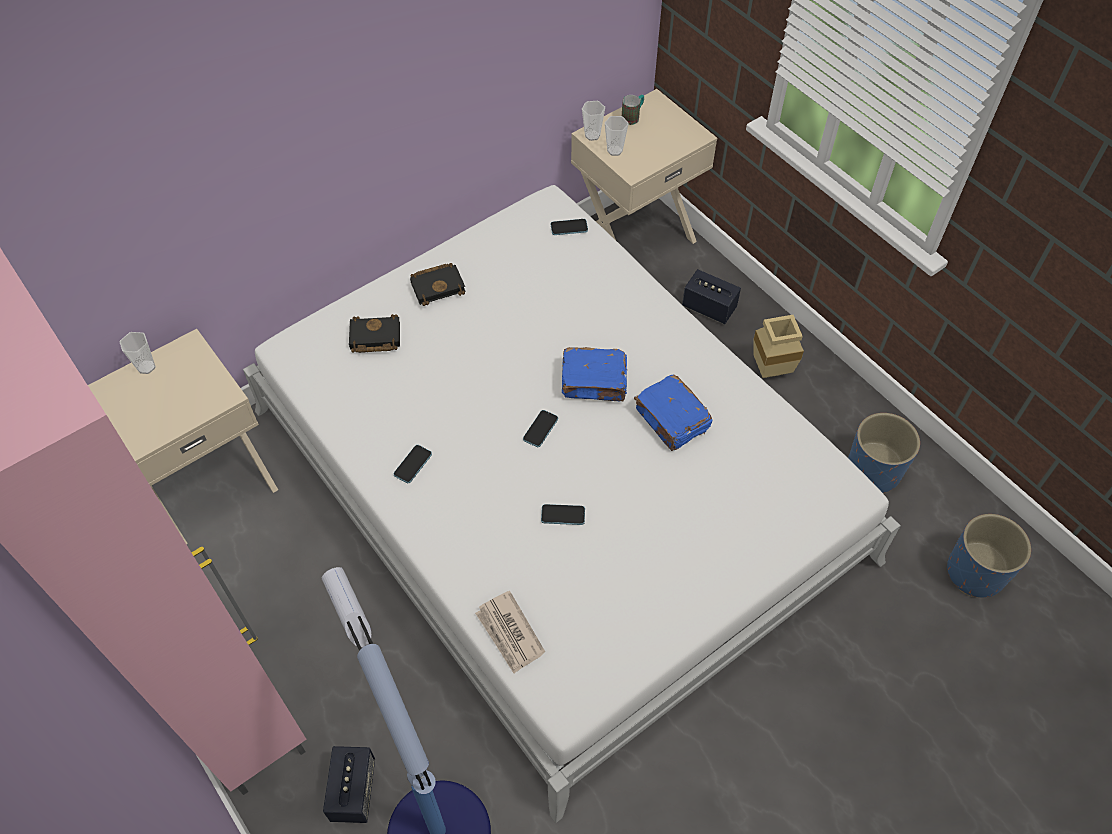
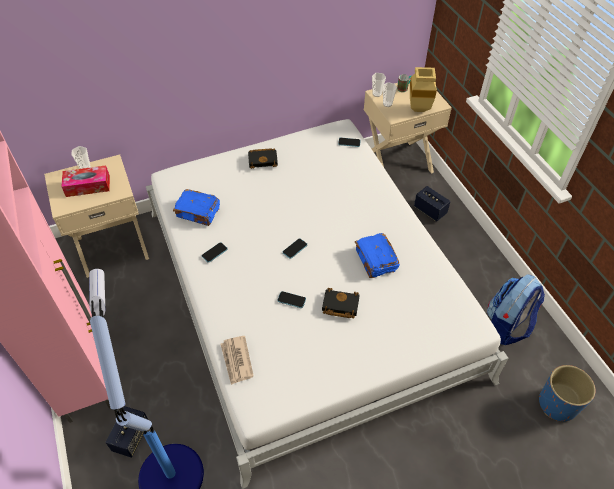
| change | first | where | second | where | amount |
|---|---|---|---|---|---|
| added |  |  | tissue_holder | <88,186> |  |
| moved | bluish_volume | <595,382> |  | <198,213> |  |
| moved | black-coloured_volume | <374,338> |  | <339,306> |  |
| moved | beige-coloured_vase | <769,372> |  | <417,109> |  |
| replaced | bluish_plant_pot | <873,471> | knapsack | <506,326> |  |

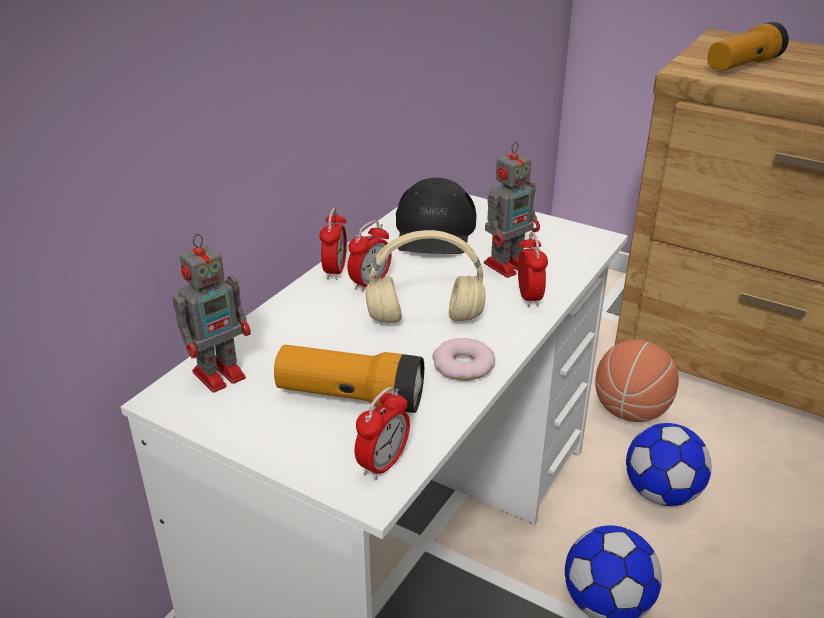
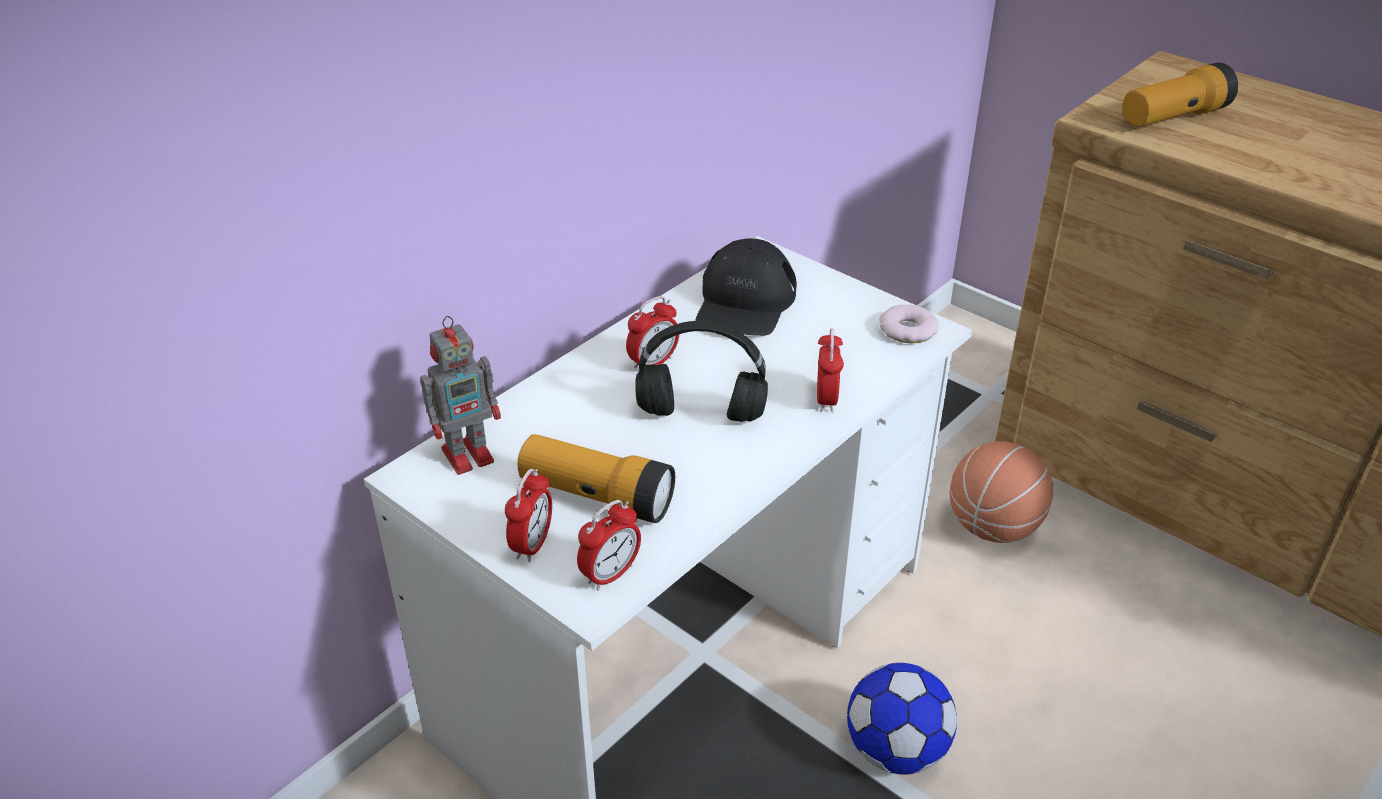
| change | first | where | second | where | amount |
|---|---|---|---|---|---|
| moved | bedside_clock | <335,271> |  | <532,544> |  |
| recoloured | beige-coloured_headphones | <423,319> | black-coloured_headphones | <699,414> |  |
| moved | ring_doughnut | <463,365> |  | <907,330> |  |
| removed | toy_robot | <508,265> |  |  |  |
| removed | ball_for_football | <661,493> |  |  |  |

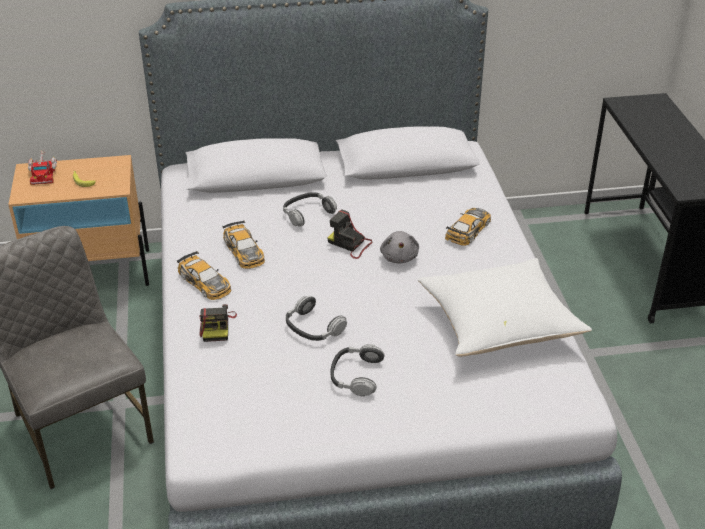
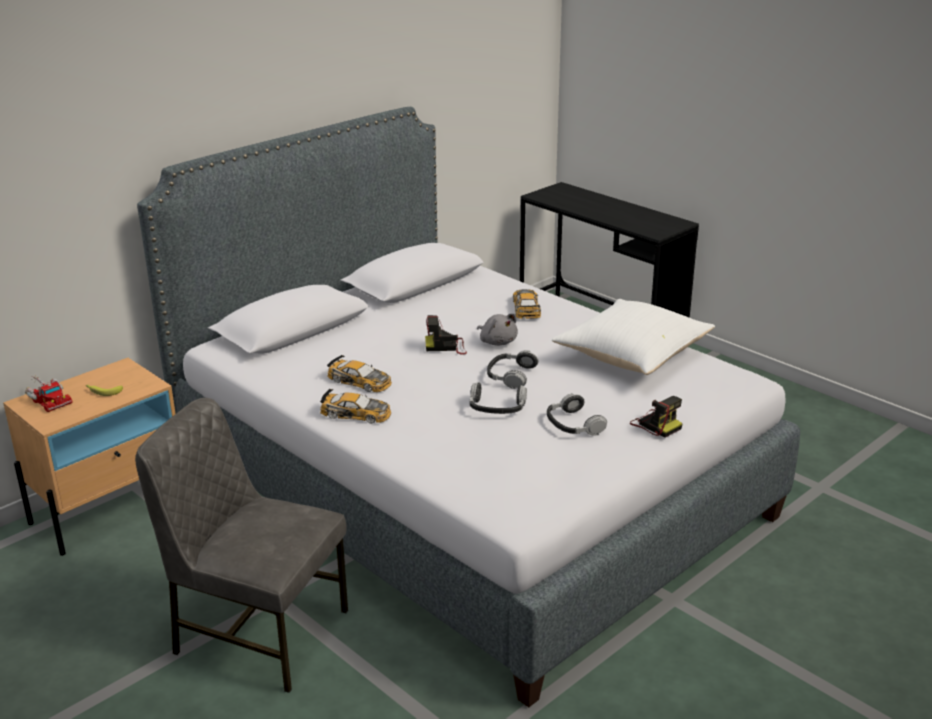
| change | first | where | second | where | amount |
|---|---|---|---|---|---|
| moved | headphones | <307,213> |  | <510,375> |  |
| moved | still_camera | <217,326> |  | <655,424> |  |

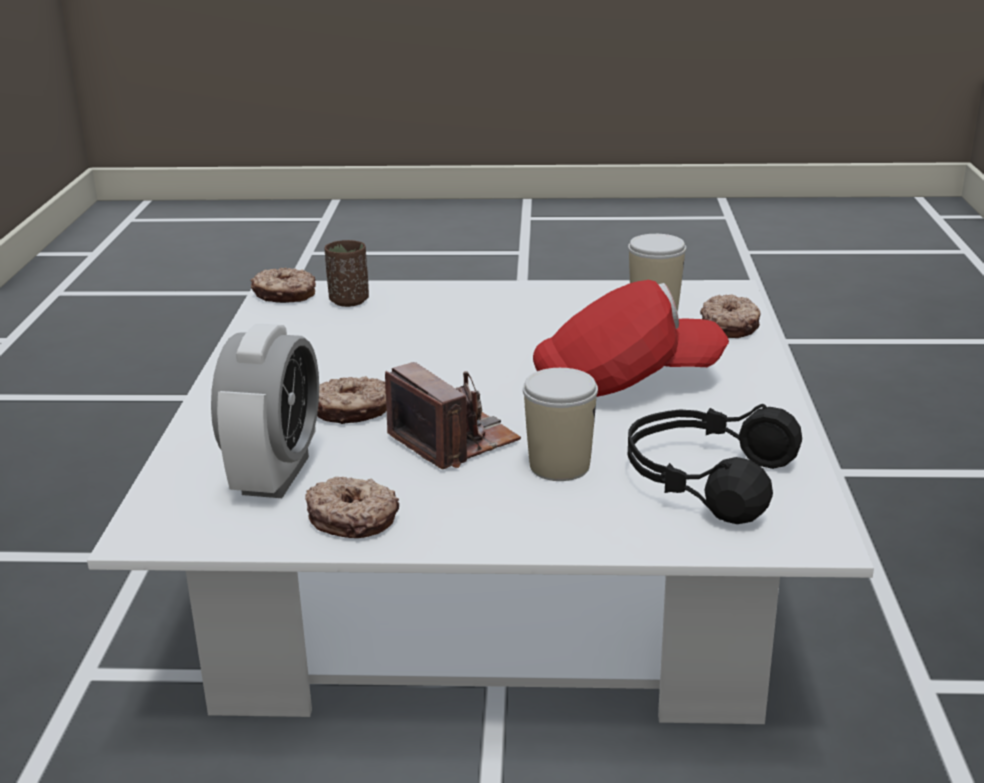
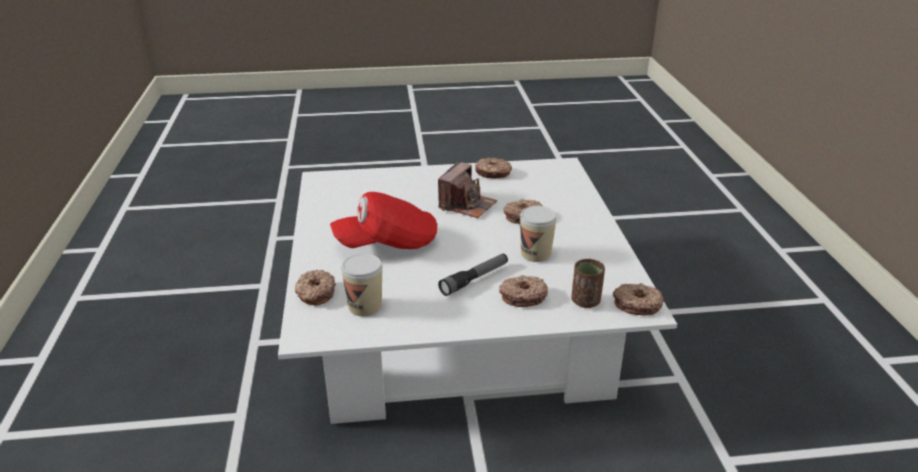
| change | first | where | second | where | amount |
|---|---|---|---|---|---|
| turned | still_camera | <454,441> |  | <467,205> | 105 degrees counterclockwise |
| added |  |  | flashlight | <475,279> |  |
| added |  |  | ring_doughnut | <523,296> |  |
| moved | small_cup | <559,466> |  | <535,254> |  |
| removed | bedside_clock | <275,475> |  |  |  |
| removed | black-coloured_headphones | <705,480> |  |  |  |

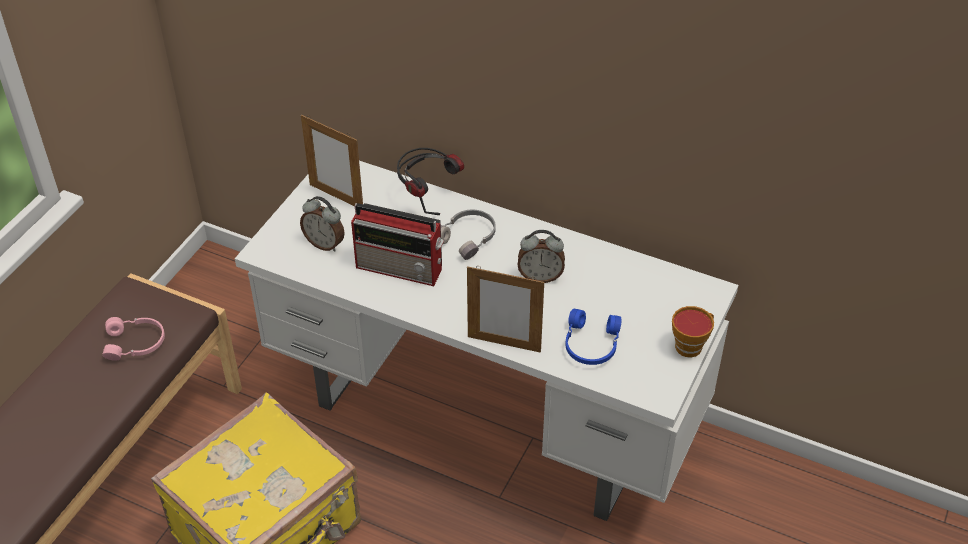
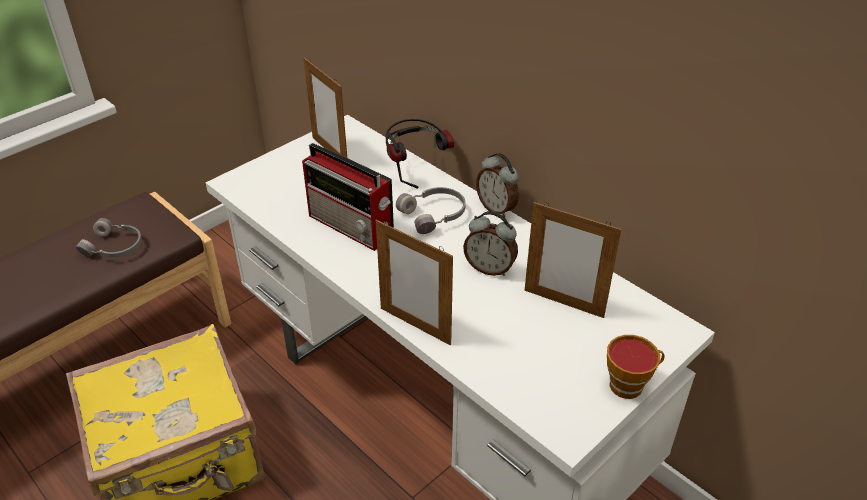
| change | first | where | second | where | amount |
|---|---|---|---|---|---|
| recoloured | pink-coloured_headphones | <135,344> | gray_headphones | <114,247> |  |
| moved | bedside_clock | <325,243> |  | <497,208> |  |
| added |  |  | picture_frame | <563,303> |  |
| removed | bluish_headphones | <590,344> |  |  |  |

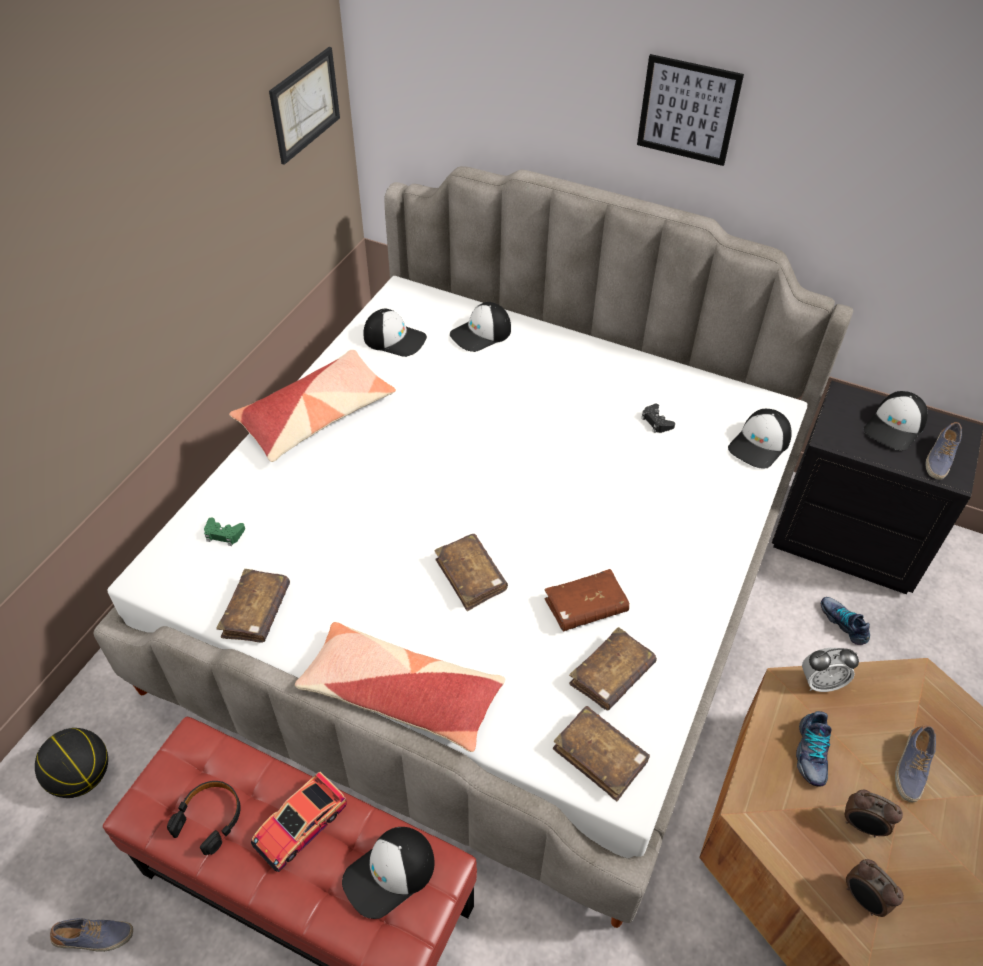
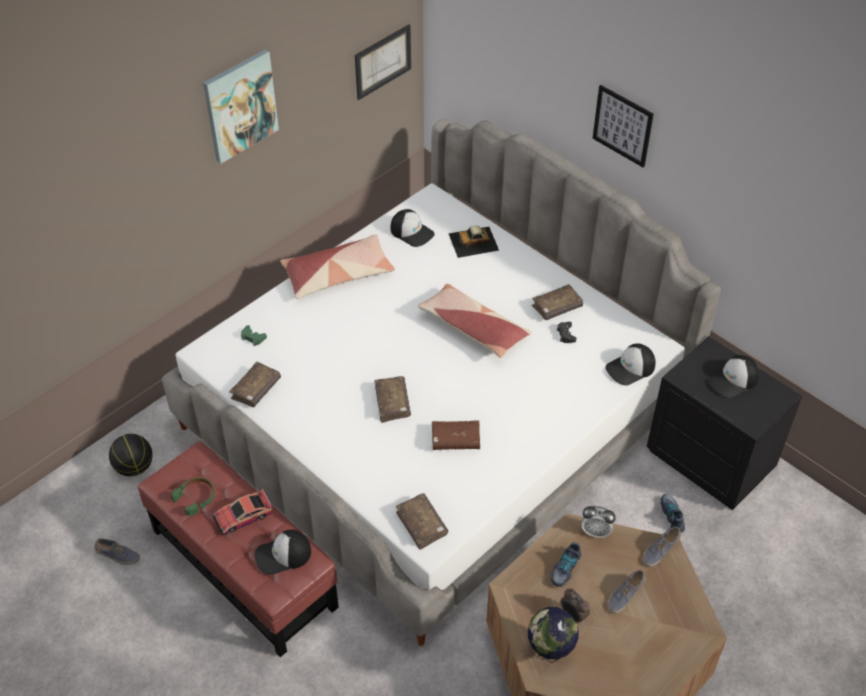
| change | first | where | second | where | amount |
|---|---|---|---|---|---|
| recoloured | black-coloured_headphones | <210,818> | green_headphones | <195,498> |  |
| added |  |  | wall_art | <240,105> |  |
| moved | pillow | <401,694> |  | <473,328> |  |
| replaced | cap | <481,334> | model_car | <474,242> |  |
| replaced | bedside_clock | <863,899> | desk_globe | <550,651> |  |
| moved | brown_volume | <611,675> |  | <557,307> |  |
| moved | item_of_footwear | <939,458> |  | <660,550> |  |

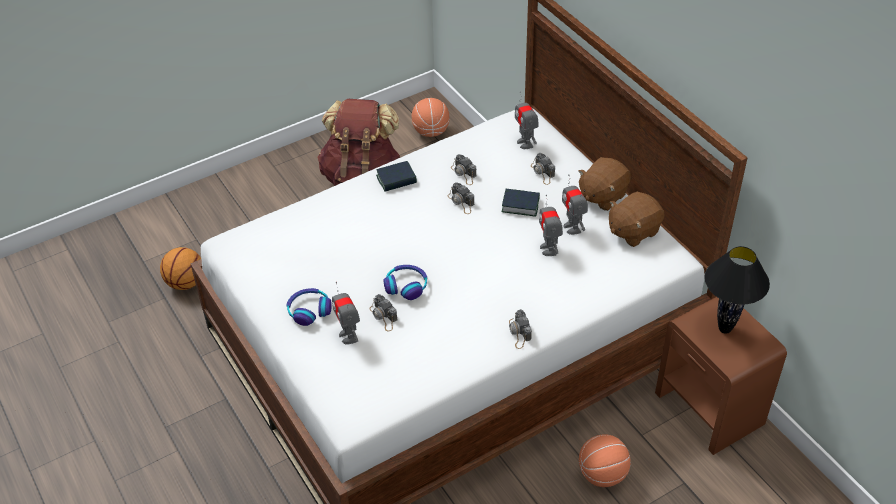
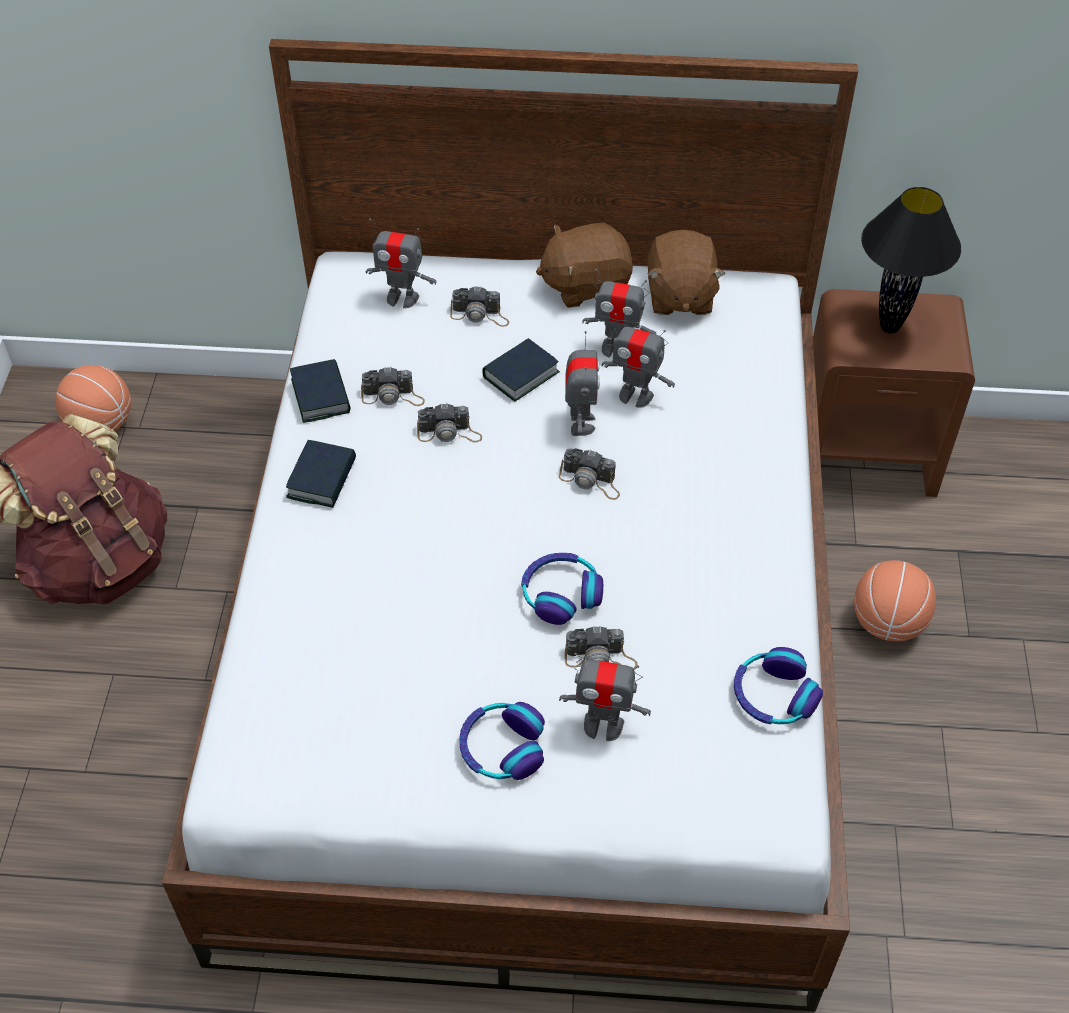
| change | first | where | second | where | amount |
|---|---|---|---|---|---|
| added |  |  | volume | <321,396> |  |
| turned | brown_cuddly_toy | <602,196> |  | <585,285> | 90 degrees clockwise |
| moved | still_camera | <519,333> |  | <590,481> |  |
| added |  |  | toy_robot | <580,423> |  |
| added |  |  | headphones | <773,696> |  |
| removed | basketball_ball | <185,282> |  |  |  |

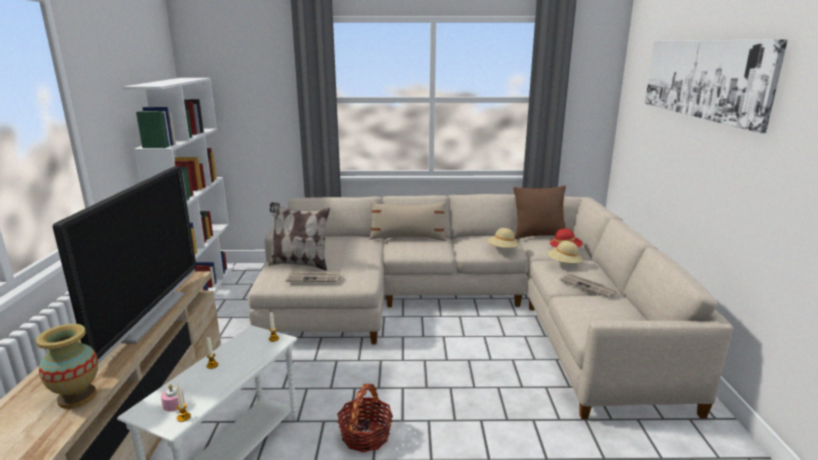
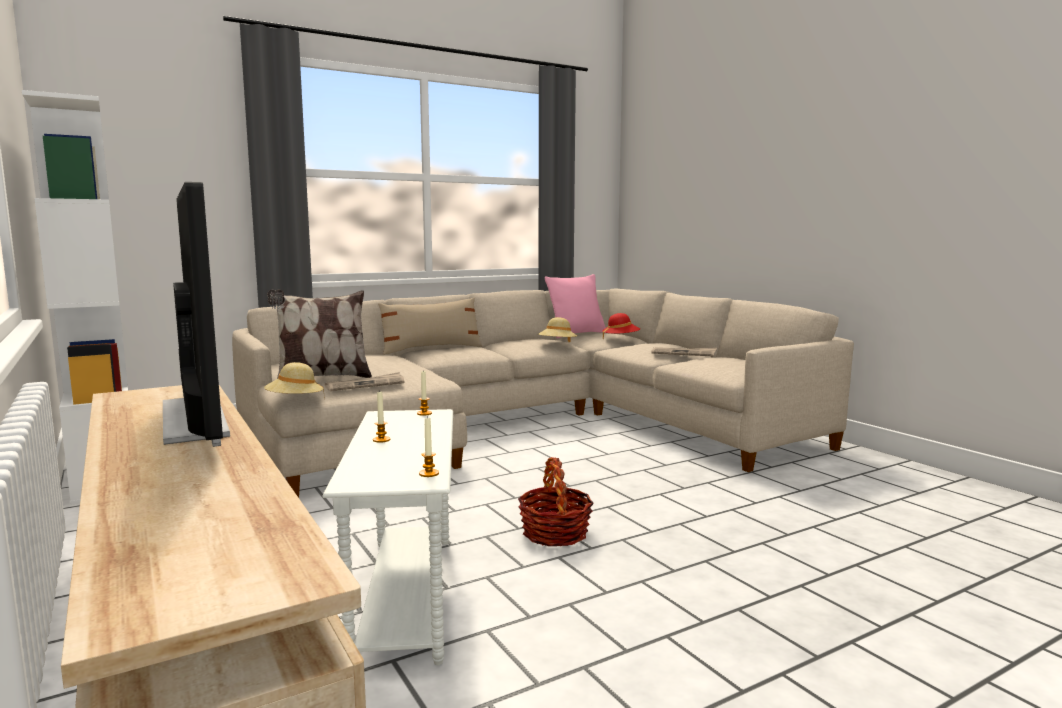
| change | first | where | second | where | amount |
|---|---|---|---|---|---|
| moved | beige-coloured_hat | <563,264> |  | <295,402> |  |
| recoloured | brown_pillow | <538,235> | pink-coloured_pillow | <577,334> |  |
| removed | vase | <77,397> |  |  |  |
| removed | pink-coloured_wax_candle | <173,404> |  |  |  |
| removed | wall_art | <703,78> |  |  |  |

